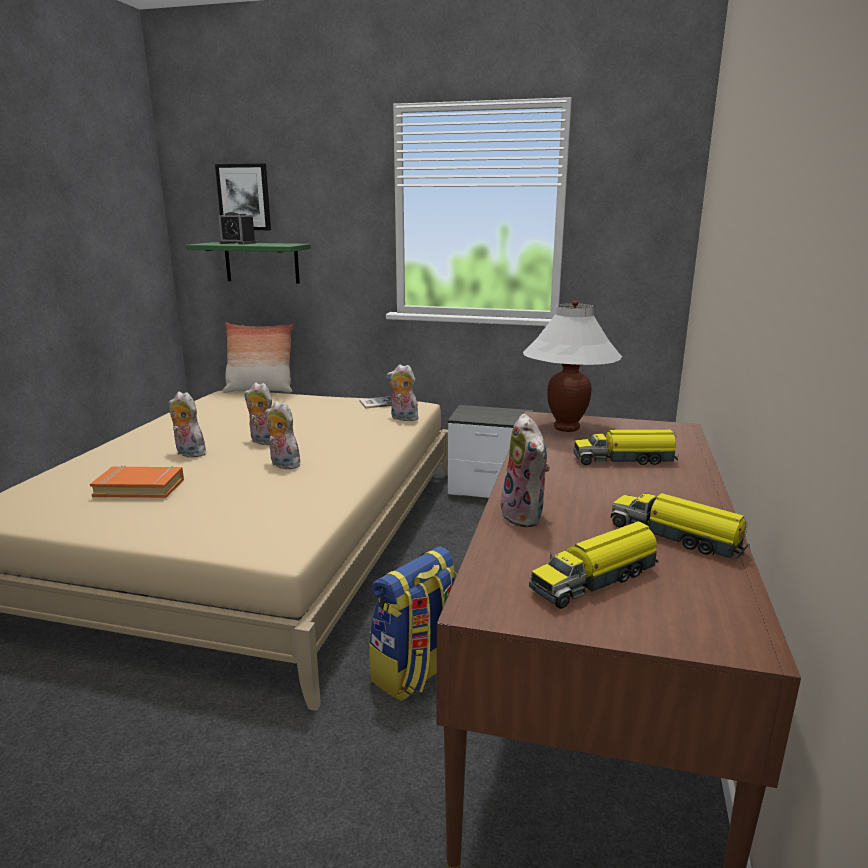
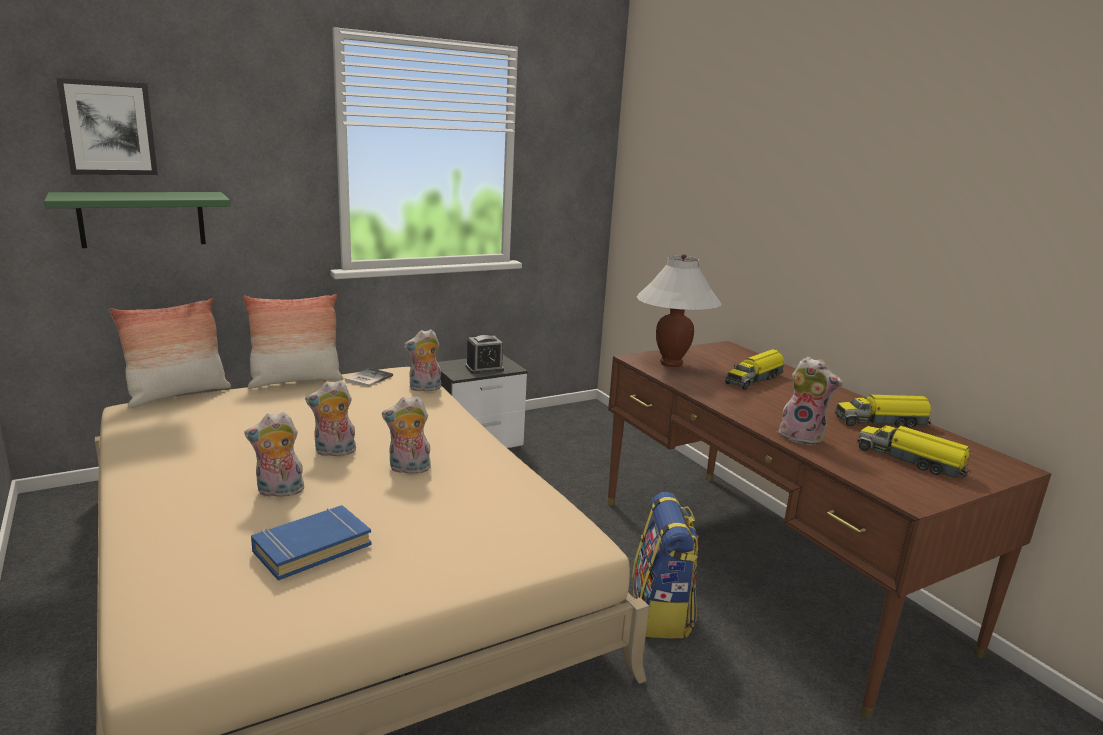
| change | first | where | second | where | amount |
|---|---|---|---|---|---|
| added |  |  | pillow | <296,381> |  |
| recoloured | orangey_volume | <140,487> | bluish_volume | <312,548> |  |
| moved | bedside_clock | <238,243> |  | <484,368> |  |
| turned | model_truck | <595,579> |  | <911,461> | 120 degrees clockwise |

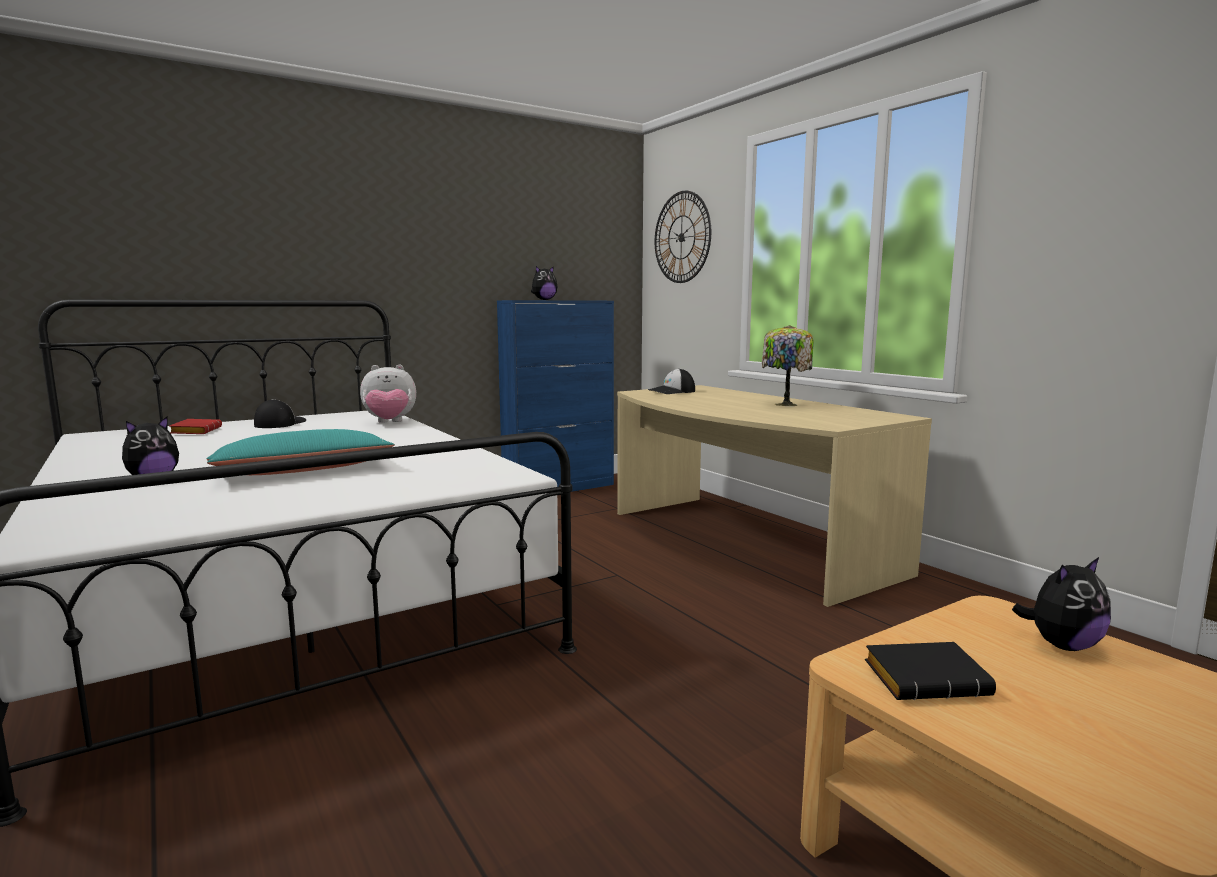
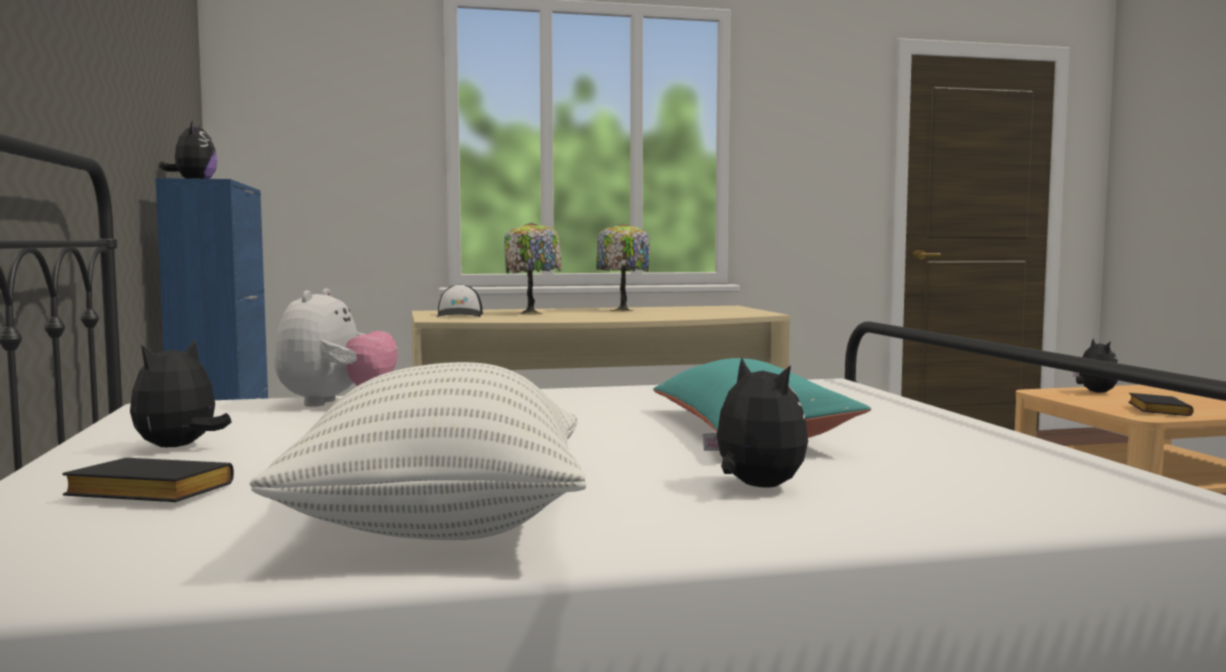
| change | first | where | second | where | amount |
|---|---|---|---|---|---|
| recoloured | red_volume | <195,431> | black-coloured_volume | <145,494> |  |
| replaced | cap | <279,423> | cuddly_toy | <179,447> |  |
| added |  |  | whitish_pillow | <440,528> |  |
| added |  |  | tabletop_lamp | <532,313> |  |
| removed | wall_clock | <681,237> |  |  |  |

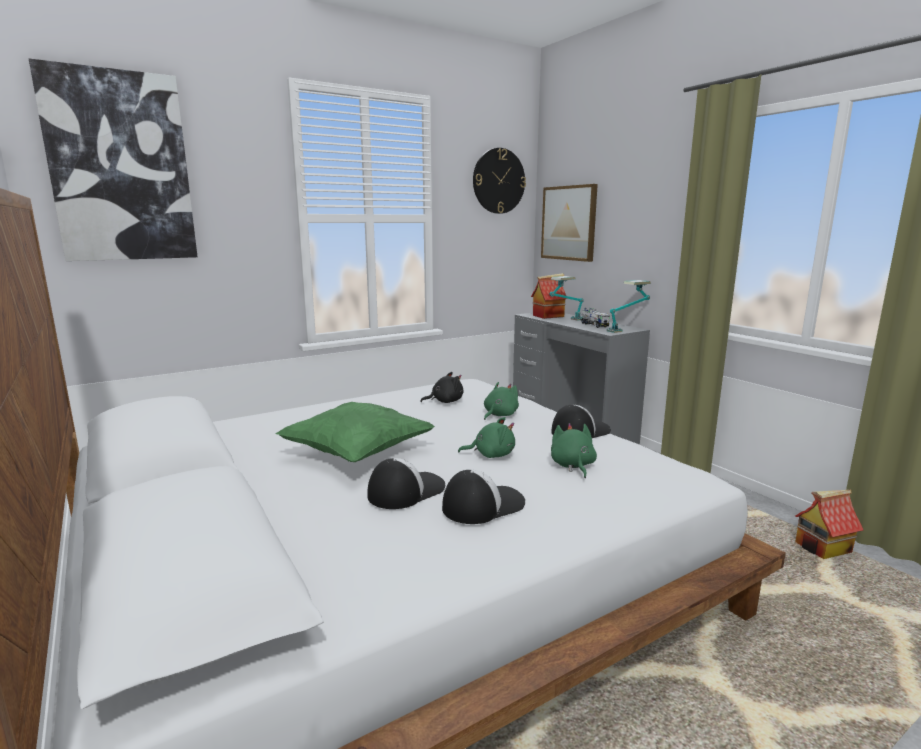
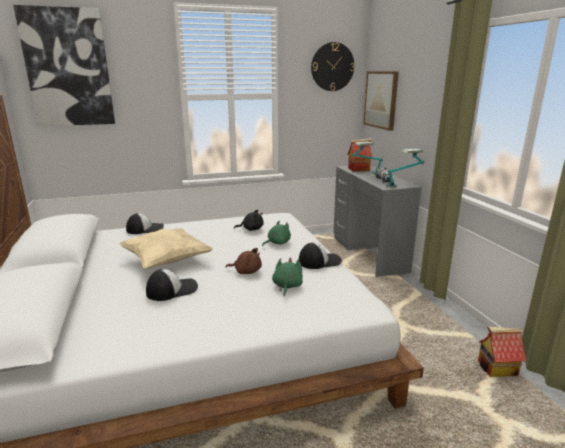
| change | first | where | second | where | amount |
|---|---|---|---|---|---|
| recoloured | green_pillow | <358,454> | beige-coloured_pillow | <167,261> |  |
| moved | cap | <482,505> |  | <145,229> |  |
| recoloured | green_cuddly_toy | <491,455> | brown_cuddly_toy | <246,271> |  |

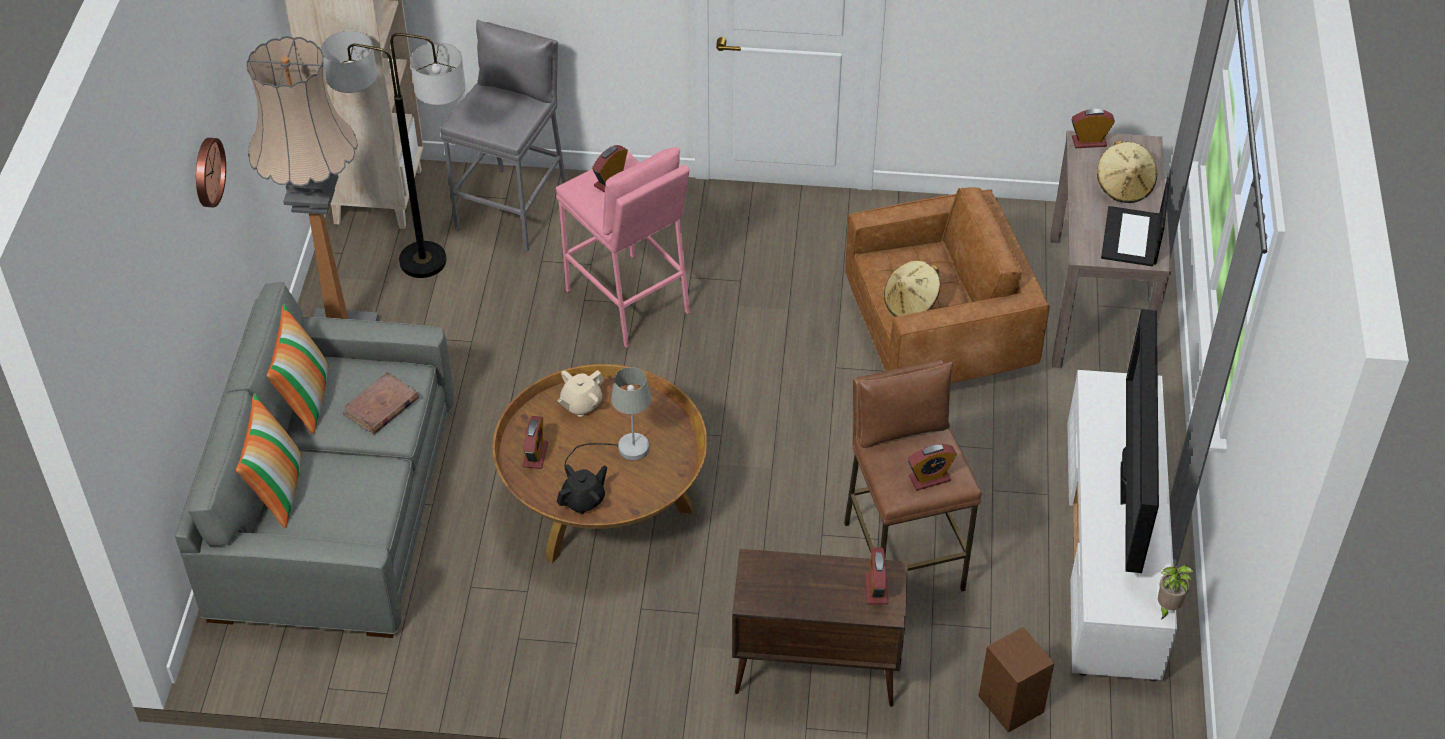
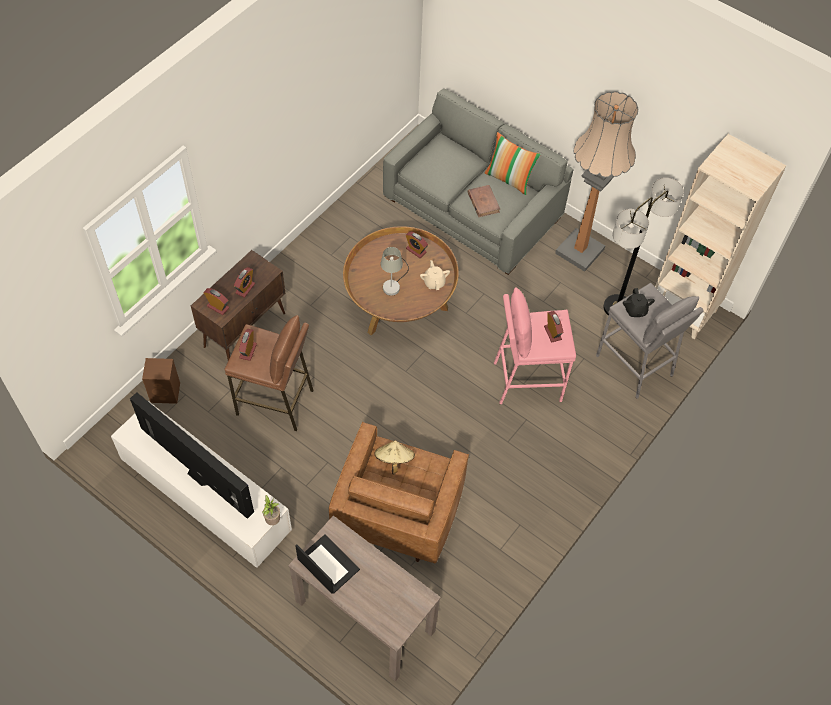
| change | first | where | second | where | amount |
|---|---|---|---|---|---|
| moved | bedside_clock | <1089,142> |  | <245,288> |  |
| moved | plant_in_a_pot | <1167,608> |  | <272,520> |  |
| moved | black-coloured_pot_for_tea | <584,500> |  | <635,310> |  |
| removed | wall_clock | <206,172> |  |  |  |
| removed | pillow | <277,489> |  |  |  |
| removed | beige-coloured_hat | <1124,186> |  |  |  |

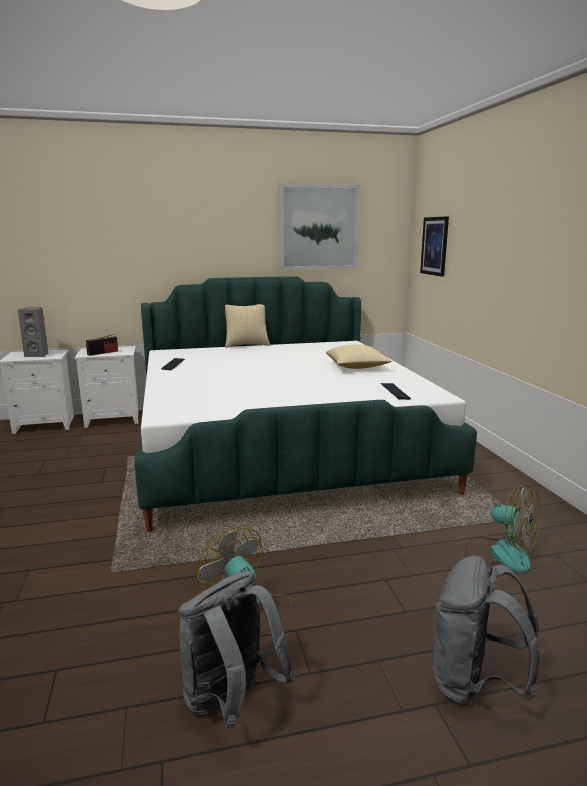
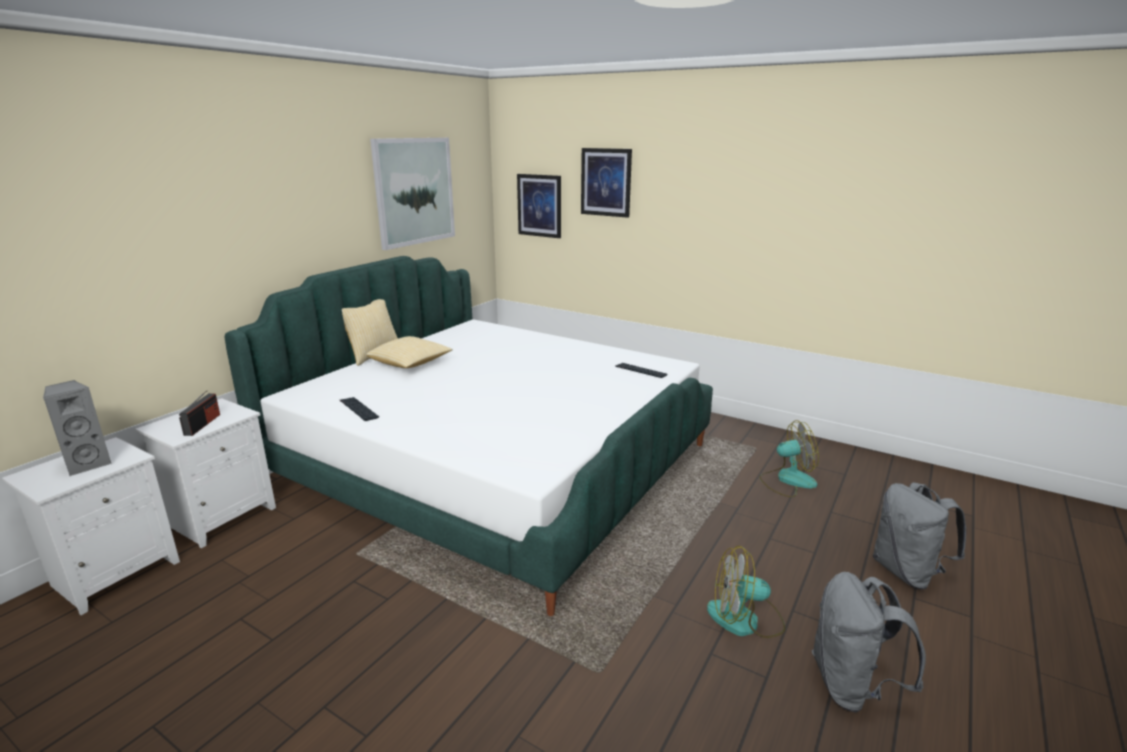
| change | first | where | second | where | amount |
|---|---|---|---|---|---|
| moved | pillow | <356,367> |  | <410,364> |  |
| added |  |  | wall_art | <606,182> |  |

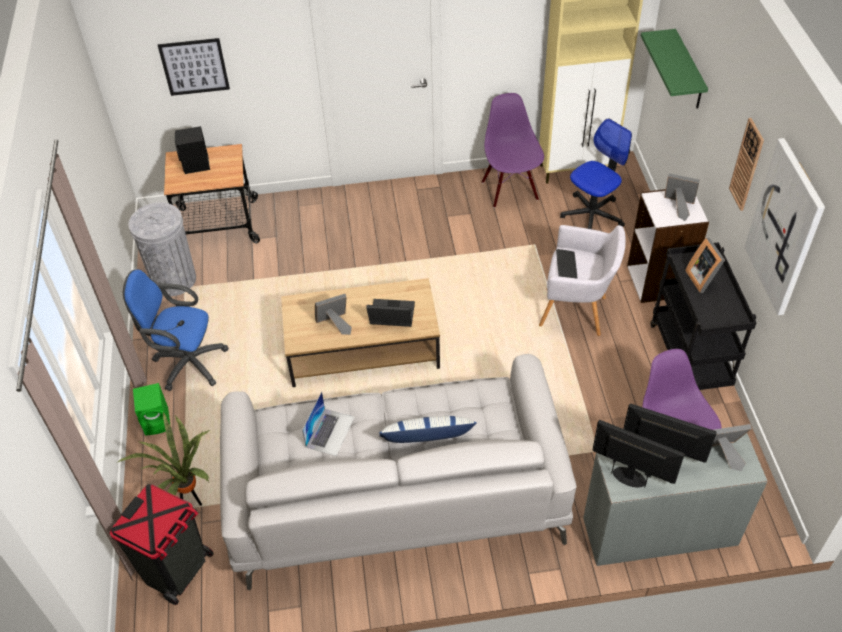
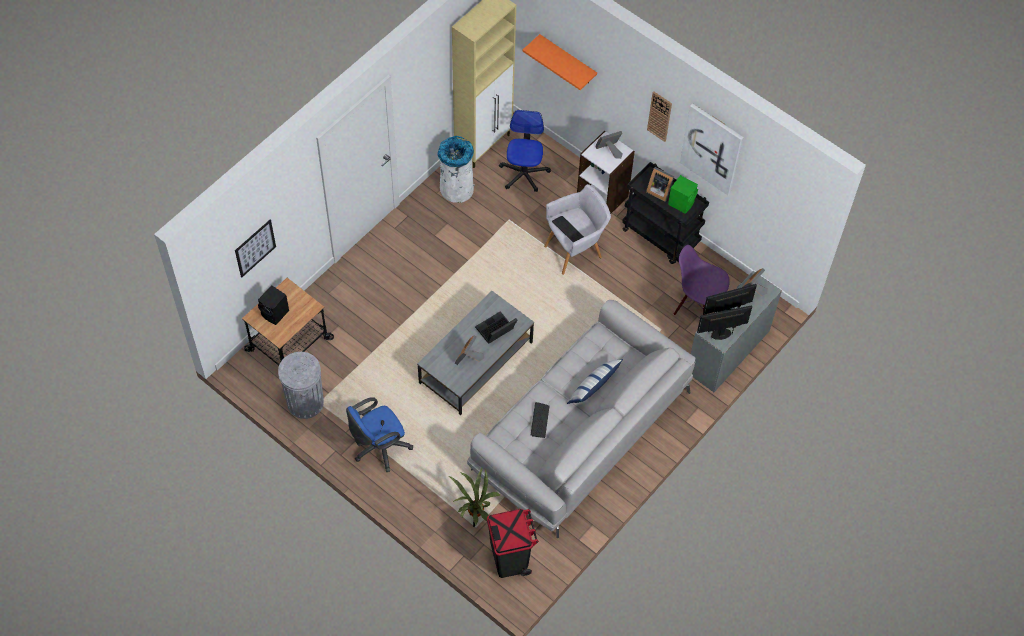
| change | first | where | second | where | amount |
|---|---|---|---|---|---|
| recoloured | brown_lounge_table | <363,349> | gray_lounge_table | <476,362> |  |
| replaced | purplish_chair | <510,190> | whitish_rubbish_bin | <456,188> |  |
| recoloured | green_wall_shelf | <688,71> | orangey_wall_shelf | <567,60> |  |
| replaced | laptop | <330,431> | keyboard | <540,420> |  |
| moved | green_loudspeaker | <158,421> |  | <681,202> |  |

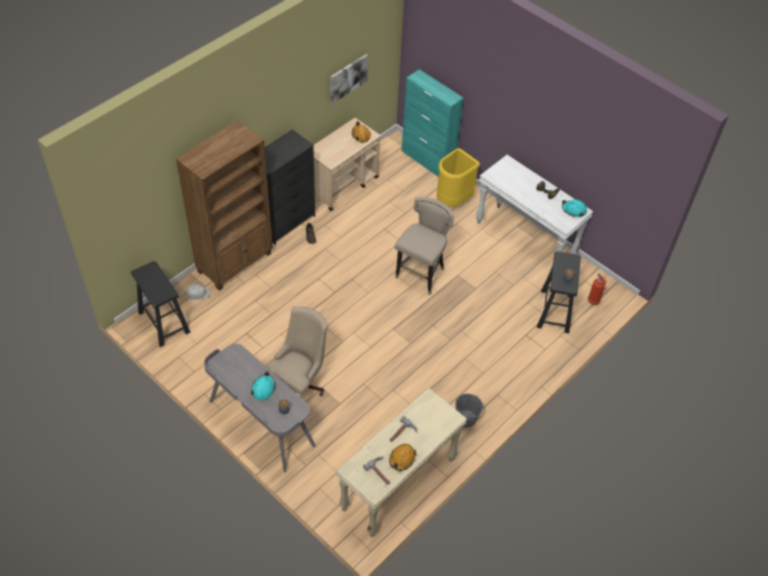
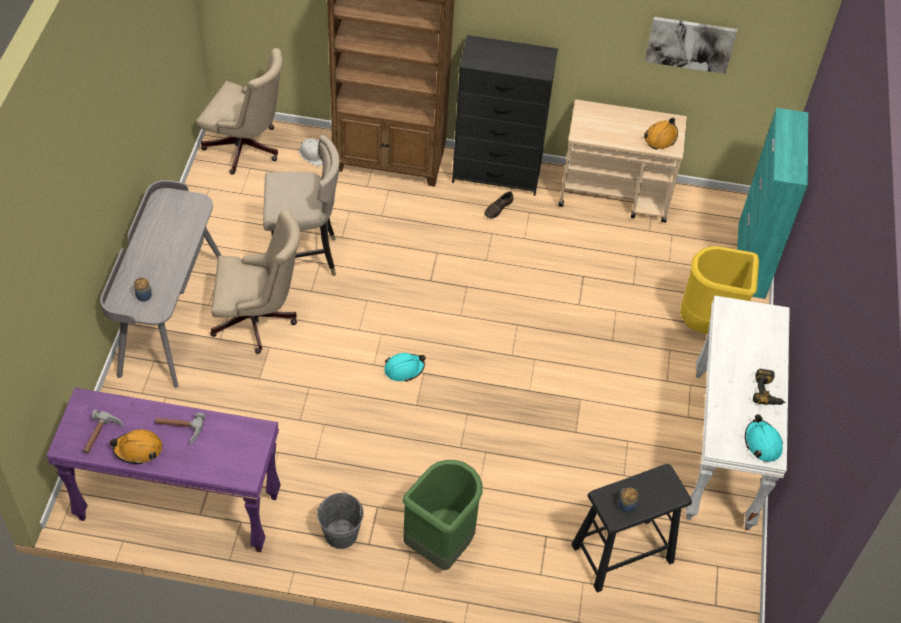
| change | first | where | second | where | amount |
|---|---|---|---|---|---|
| recoloured | beige-coloured_hall_table | <398,485> | purplish_hall_table | <178,509> |  |
| replaced | black-coloured_stool | <164,323> | beige-coloured_computer_chair | <247,149> |  |
| moved | beige-coloured_stool | <421,275> |  | <304,257> |  |
| moved | turquoise-coloured_hard_hat | <263,389> |  | <404,369> |  |
| added |  |  | green_rubbish_bin | <440,544> |  |
| removed | fire_extinguisher | <594,301> |  |  |  |

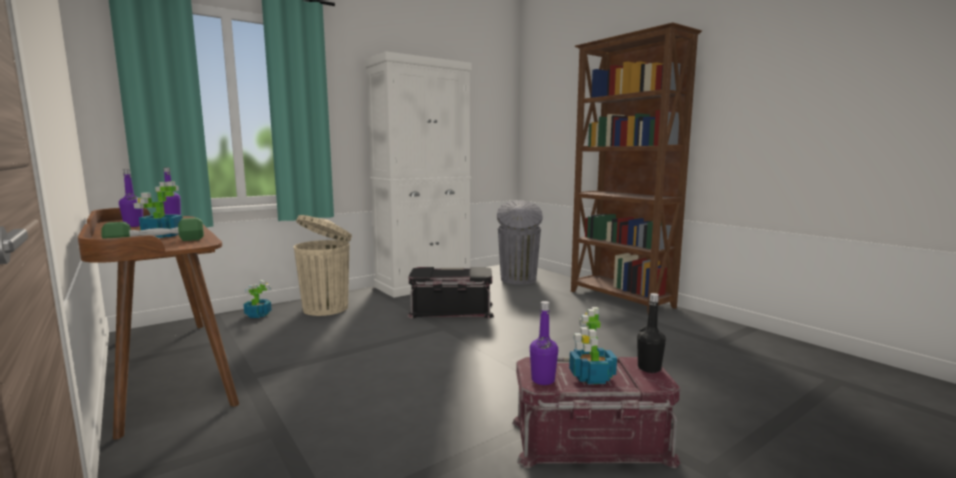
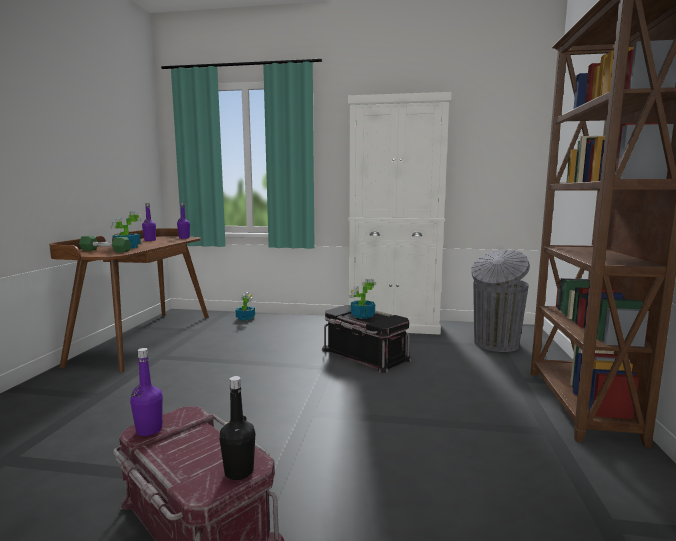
| change | first | where | second | where | amount |
|---|---|---|---|---|---|
| moved | plant_in_a_pot | <591,377> |  | <362,316> |  |
| removed | beige-coloured_rubbish_bin | <327,308> |  |  |  |

